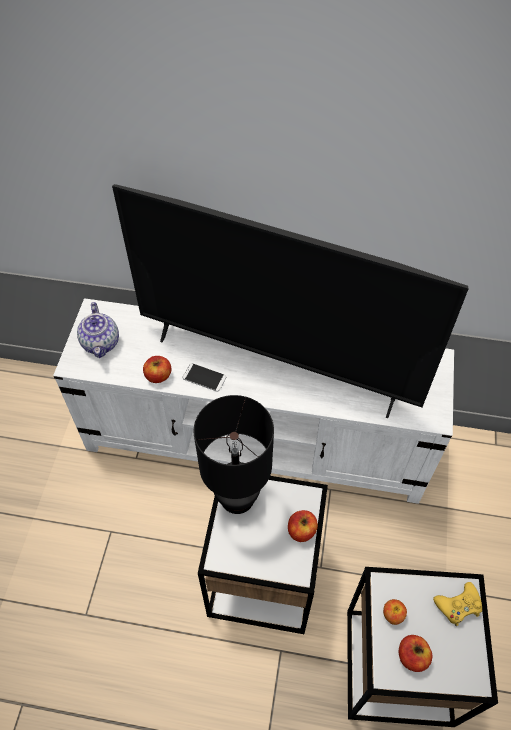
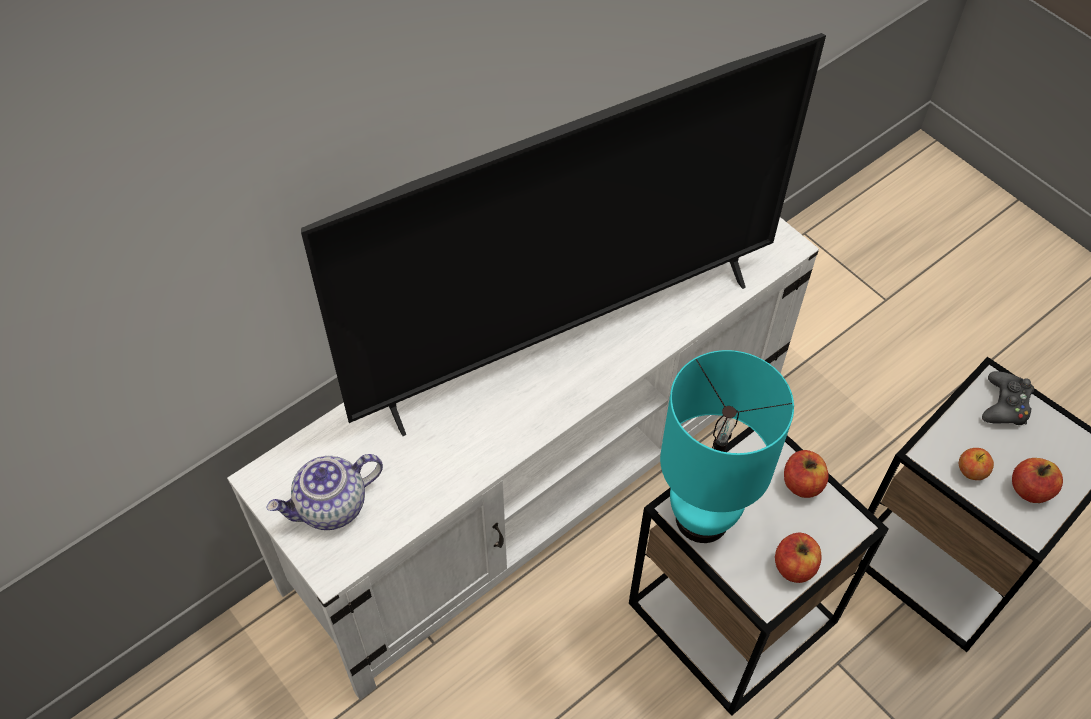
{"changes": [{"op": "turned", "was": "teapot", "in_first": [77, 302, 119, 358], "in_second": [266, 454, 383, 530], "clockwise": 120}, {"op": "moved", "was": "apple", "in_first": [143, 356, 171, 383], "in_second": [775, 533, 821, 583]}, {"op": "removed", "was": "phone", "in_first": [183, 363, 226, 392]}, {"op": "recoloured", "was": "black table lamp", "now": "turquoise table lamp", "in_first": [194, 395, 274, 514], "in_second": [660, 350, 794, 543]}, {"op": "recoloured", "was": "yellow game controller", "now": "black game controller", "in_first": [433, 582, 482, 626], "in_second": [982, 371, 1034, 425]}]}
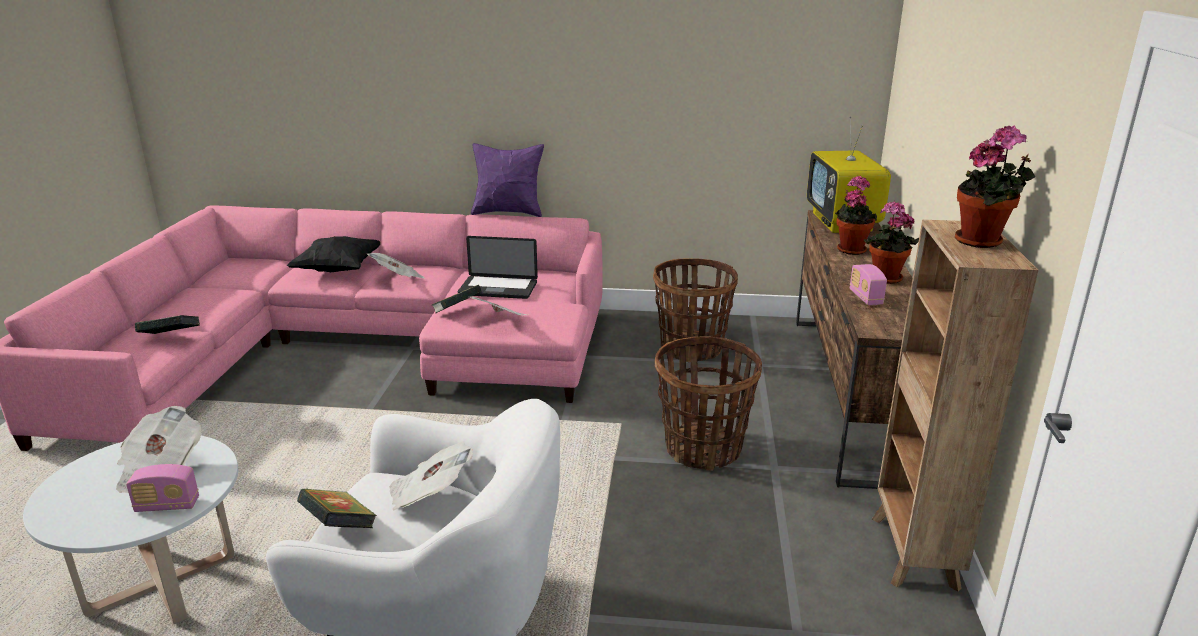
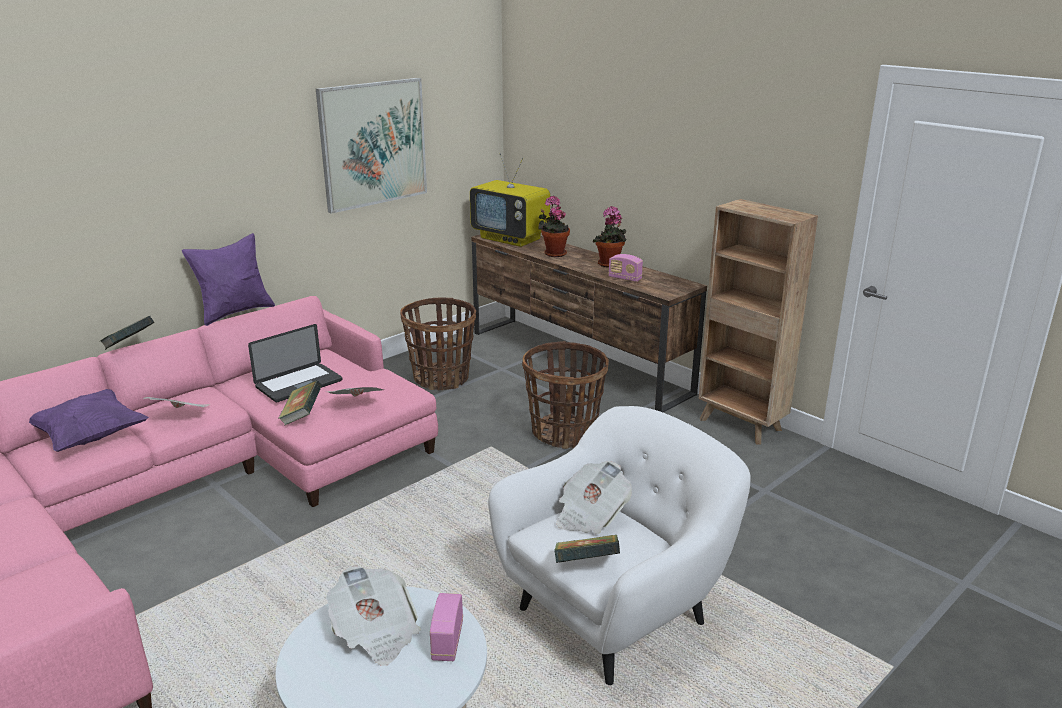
{"changes": [{"op": "removed", "was": "potted plant", "in_first": [955, 126, 1035, 248]}, {"op": "recoloured", "was": "black pillow", "now": "purple pillow", "in_first": [286, 236, 380, 272], "in_second": [29, 389, 149, 452]}, {"op": "moved", "was": "book", "in_first": [135, 315, 200, 334], "in_second": [100, 316, 154, 350]}, {"op": "turned", "was": "radio", "in_first": [126, 464, 199, 512], "in_second": [430, 593, 463, 661], "clockwise": 150}, {"op": "added", "now": "picture", "in_second": [316, 78, 427, 214]}]}
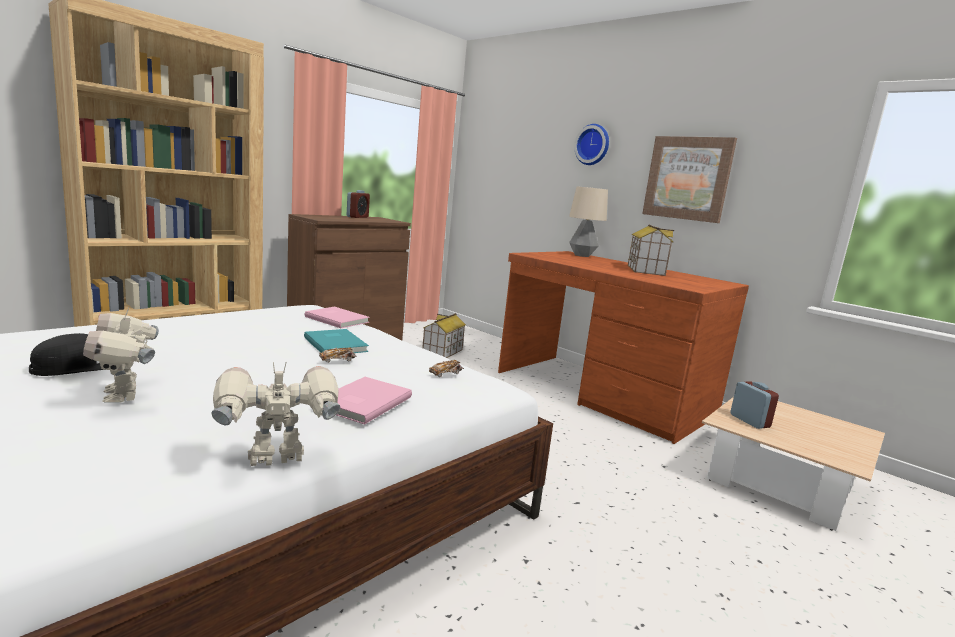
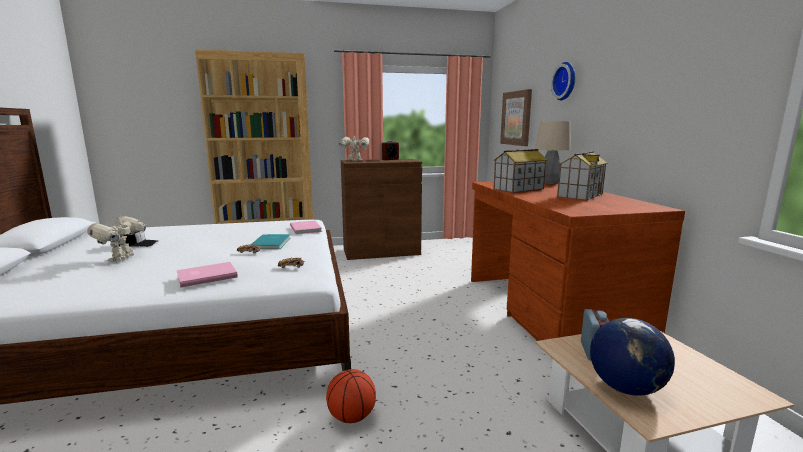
{"changes": [{"op": "moved", "was": "picture", "in_first": [642, 136, 737, 223], "in_second": [500, 89, 532, 146]}, {"op": "moved", "was": "toy house", "in_first": [422, 313, 466, 358], "in_second": [493, 149, 547, 193]}, {"op": "moved", "was": "toy robot", "in_first": [211, 362, 340, 466], "in_second": [339, 133, 370, 161]}, {"op": "added", "now": "globe", "in_second": [590, 318, 675, 396]}, {"op": "added", "now": "basketball", "in_second": [326, 369, 376, 423]}]}
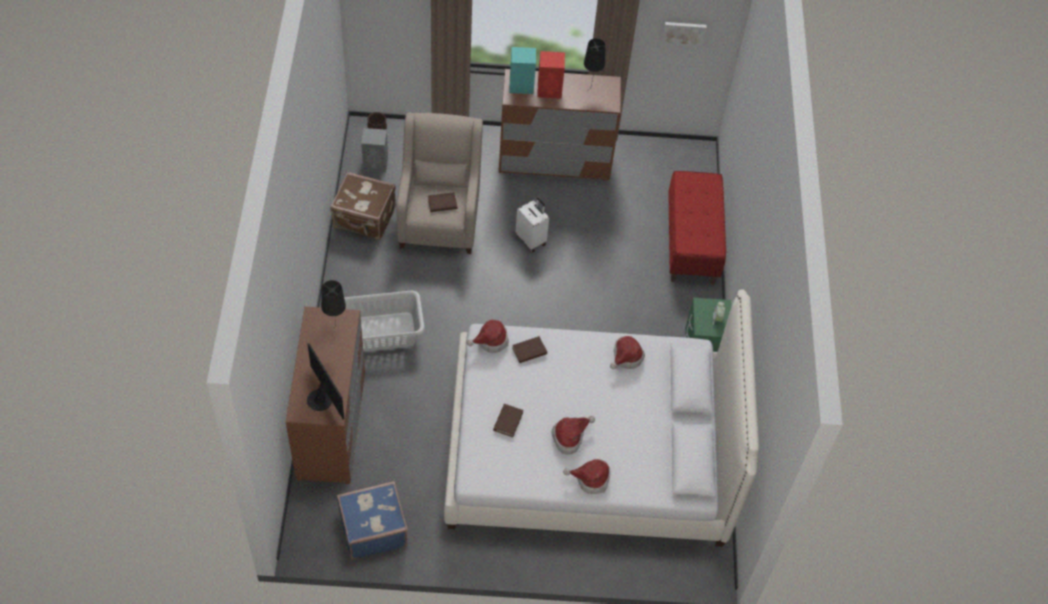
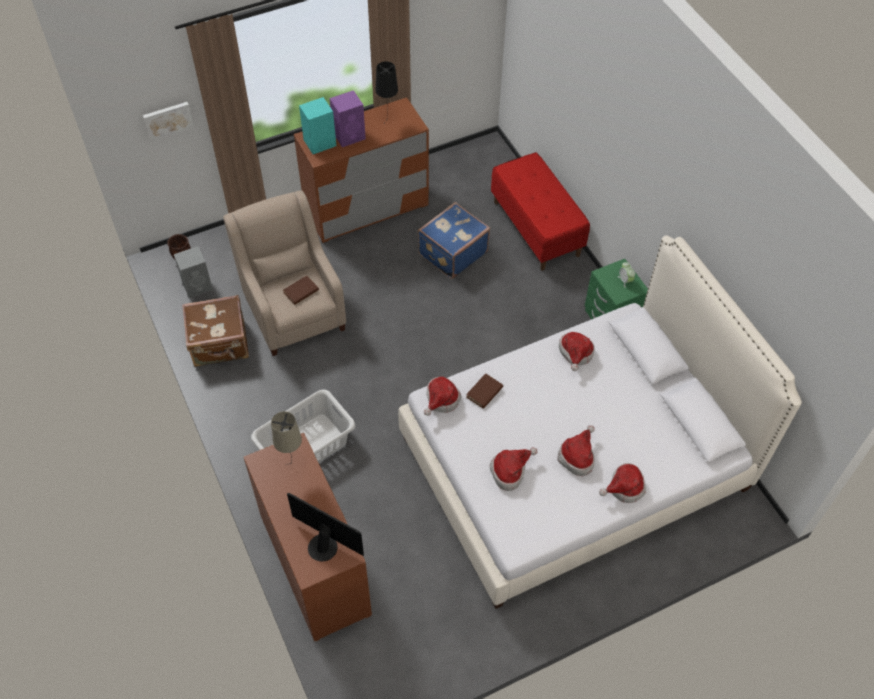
{"changes": [{"op": "moved", "was": "picture", "in_first": [662, 22, 707, 48], "in_second": [143, 102, 194, 141]}, {"op": "recoloured", "was": "red speaker", "now": "purple speaker", "in_first": [537, 51, 565, 99], "in_second": [330, 90, 366, 147]}, {"op": "removed", "was": "white suitcase", "in_first": [516, 198, 549, 252]}, {"op": "recoloured", "was": "black table lamp", "now": "beige table lamp", "in_first": [321, 280, 346, 328], "in_second": [271, 411, 302, 464]}, {"op": "replaced", "was": "brown book", "now": "hat", "in_first": [493, 404, 524, 437], "in_second": [490, 447, 538, 491]}, {"op": "moved", "was": "blue suitcase", "in_first": [337, 481, 408, 560], "in_second": [418, 202, 490, 279]}]}
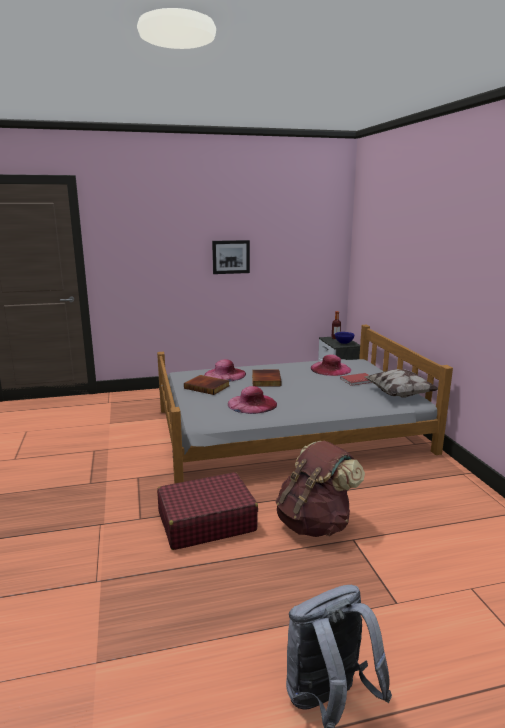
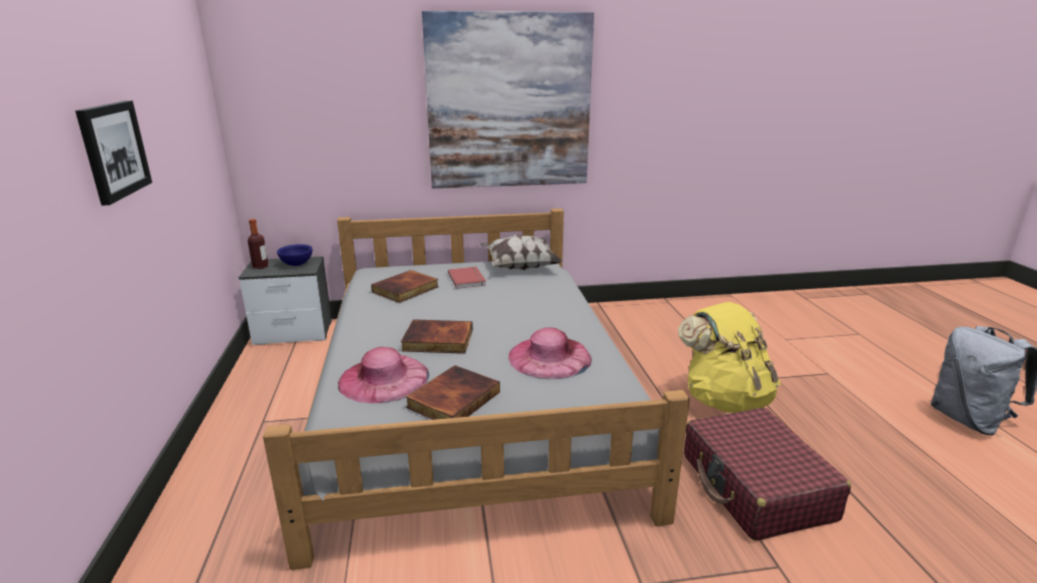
{"changes": [{"op": "replaced", "was": "pink hat", "now": "book", "in_first": [311, 354, 351, 376], "in_second": [371, 270, 439, 303]}, {"op": "recoloured", "was": "brown backpack", "now": "yellow backpack", "in_first": [276, 441, 365, 537], "in_second": [678, 302, 780, 413]}, {"op": "added", "now": "picture", "in_second": [422, 11, 594, 188]}]}
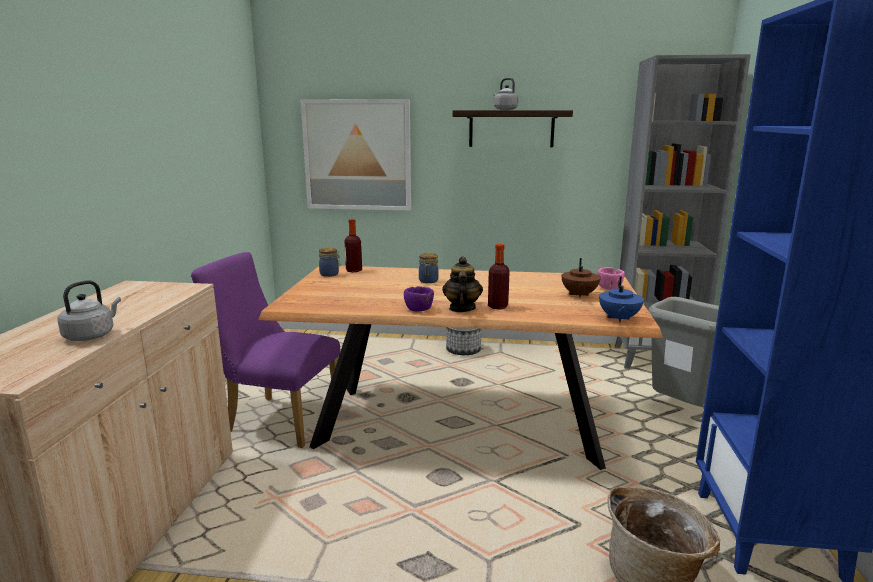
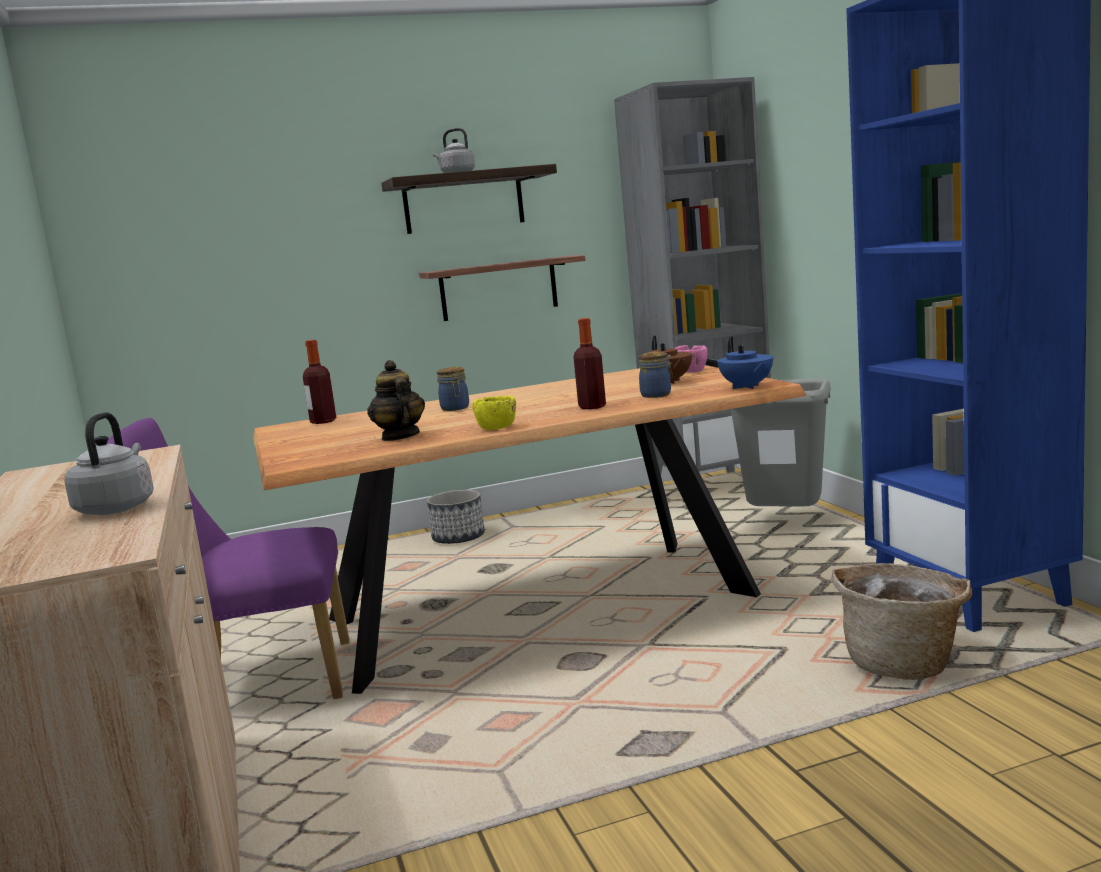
{"changes": [{"op": "removed", "was": "picture", "in_first": [300, 99, 411, 211]}, {"op": "moved", "was": "jar", "in_first": [319, 248, 341, 277], "in_second": [638, 352, 673, 398]}, {"op": "moved", "was": "teapot", "in_first": [442, 257, 483, 312], "in_second": [367, 360, 425, 441]}, {"op": "recoloured", "was": "purple bowl", "now": "yellow bowl", "in_first": [404, 286, 434, 312], "in_second": [472, 395, 516, 430]}, {"op": "added", "now": "shelf", "in_second": [419, 255, 585, 321]}]}
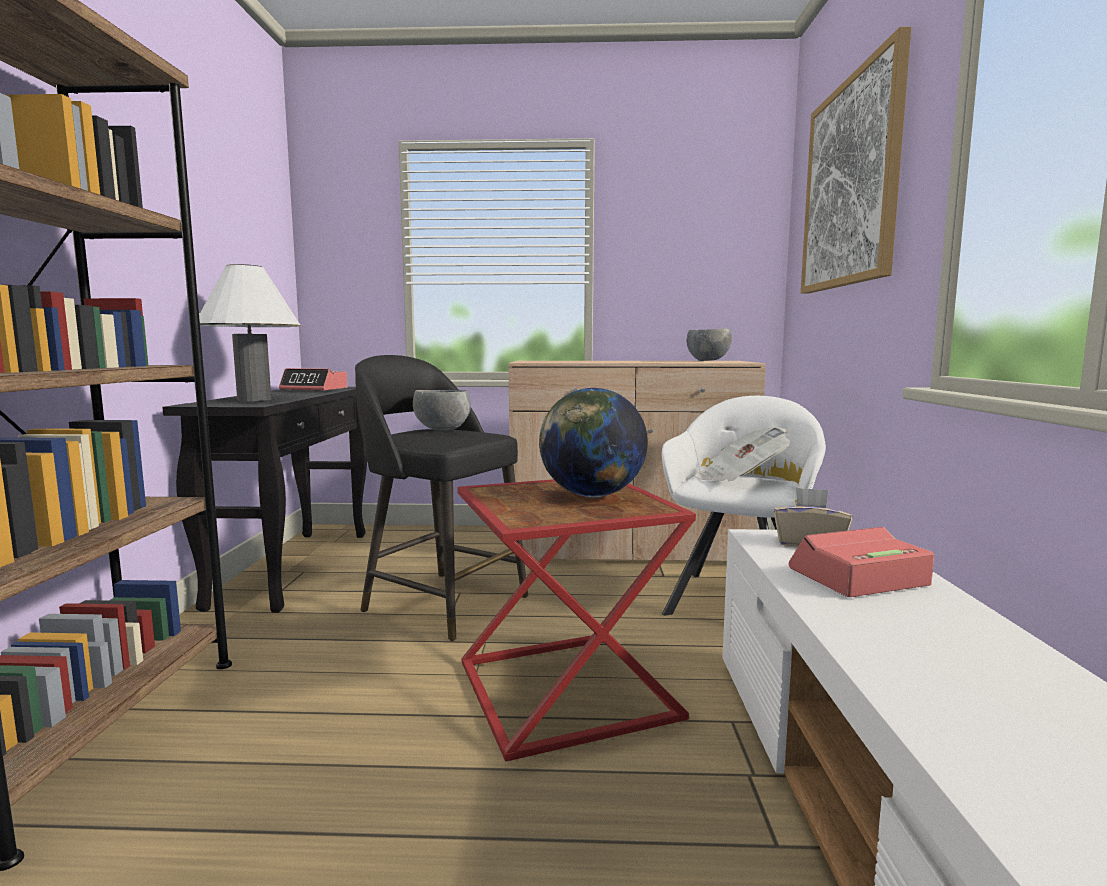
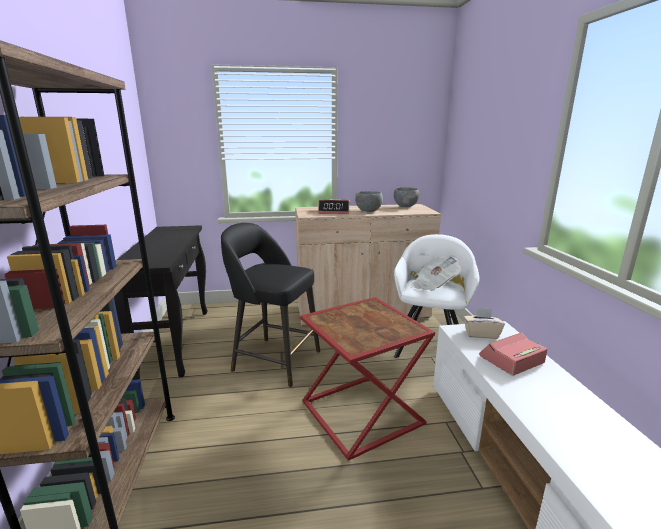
{"changes": [{"op": "removed", "was": "picture", "in_first": [801, 27, 911, 294]}, {"op": "removed", "was": "white table lamp", "in_first": [199, 264, 300, 401]}, {"op": "moved", "was": "alarm clock", "in_first": [279, 368, 347, 391], "in_second": [318, 199, 350, 214]}, {"op": "removed", "was": "globe", "in_first": [539, 388, 648, 498]}, {"op": "moved", "was": "grey bowl", "in_first": [413, 390, 471, 430], "in_second": [355, 191, 383, 212]}]}
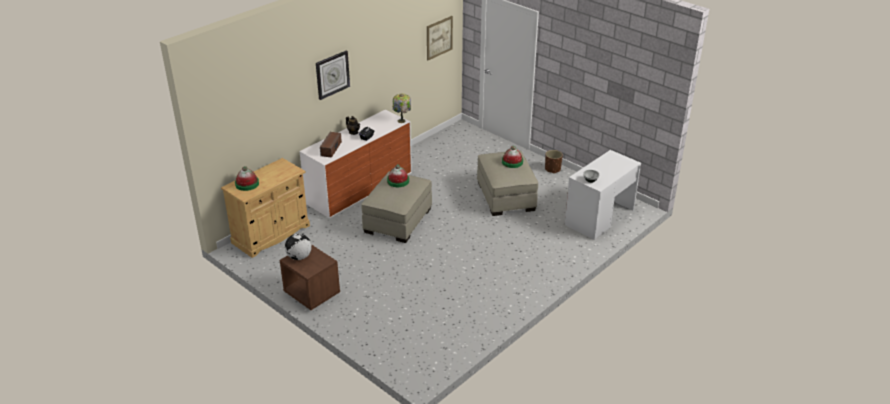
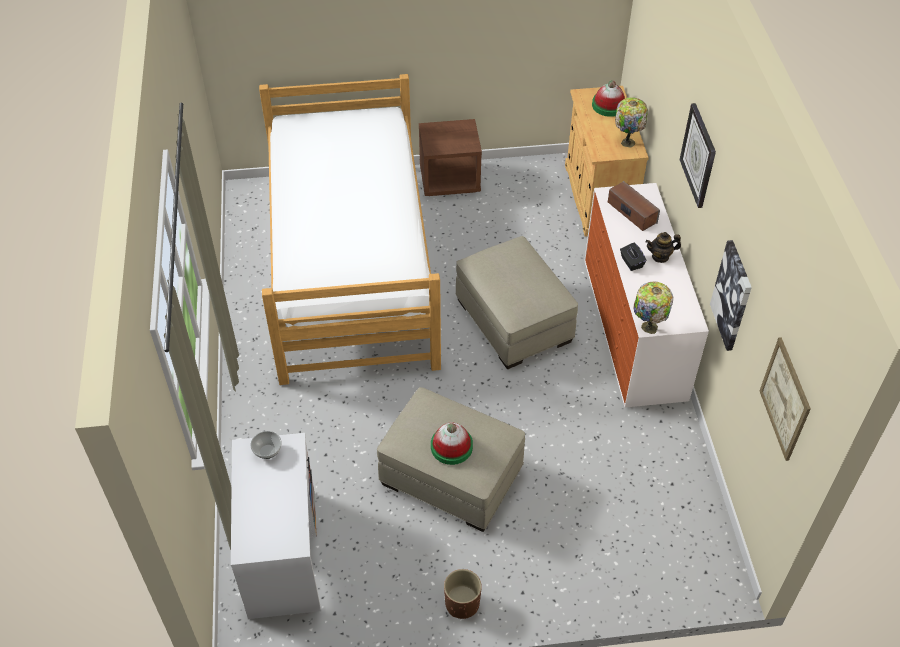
{"changes": [{"op": "removed", "was": "hat", "in_first": [387, 164, 409, 187]}, {"op": "removed", "was": "globe", "in_first": [285, 234, 312, 260]}, {"op": "added", "now": "bed", "in_second": [259, 74, 441, 385]}, {"op": "added", "now": "table lamp", "in_second": [615, 97, 648, 147]}, {"op": "added", "now": "picture", "in_second": [710, 240, 752, 351]}]}
